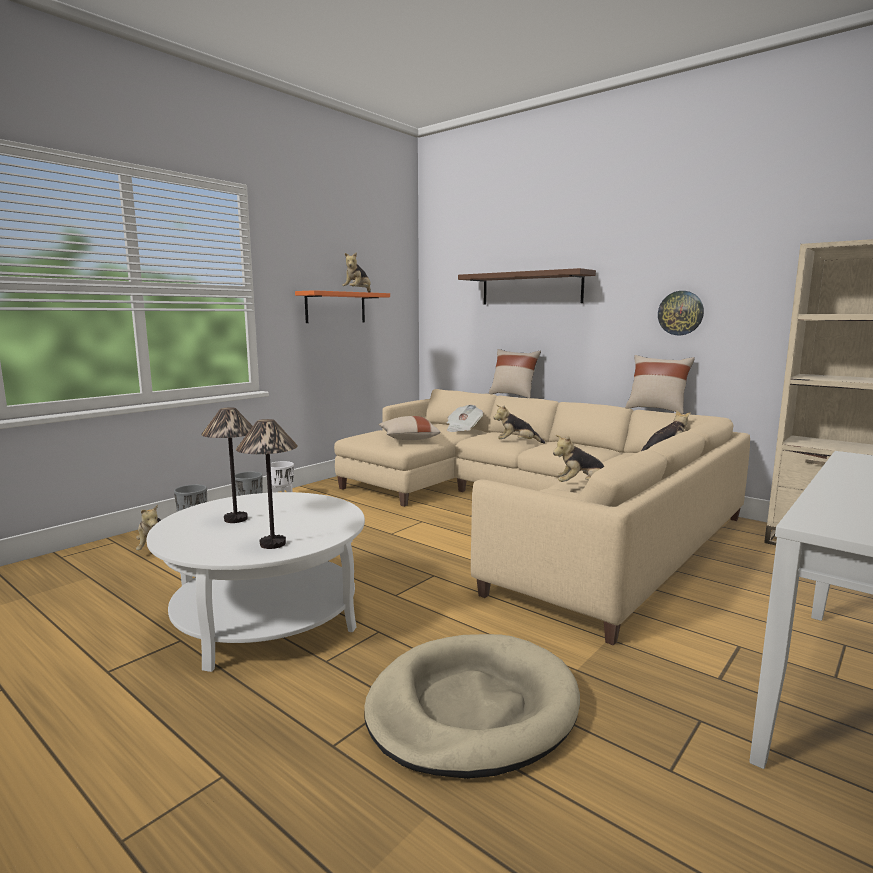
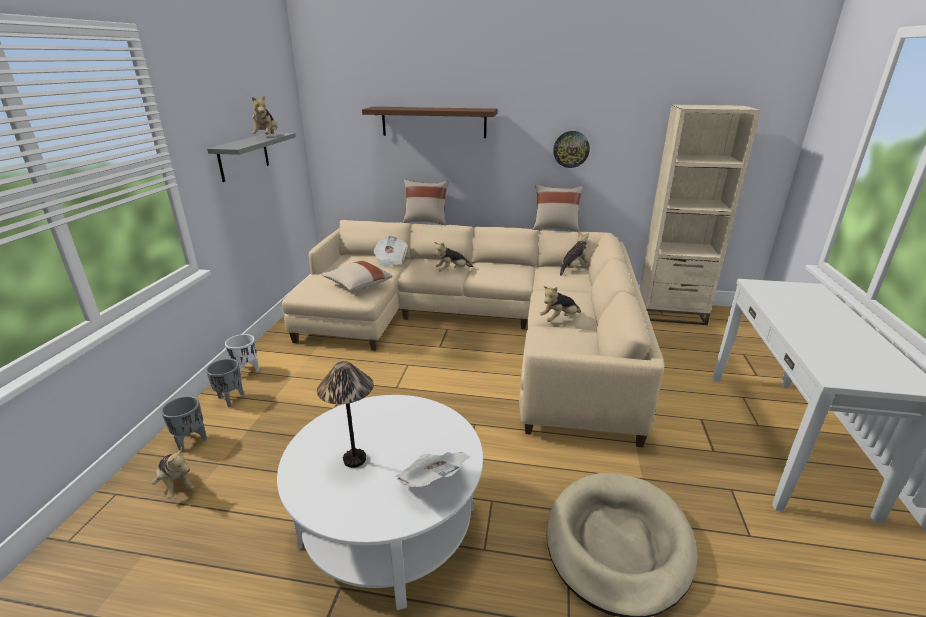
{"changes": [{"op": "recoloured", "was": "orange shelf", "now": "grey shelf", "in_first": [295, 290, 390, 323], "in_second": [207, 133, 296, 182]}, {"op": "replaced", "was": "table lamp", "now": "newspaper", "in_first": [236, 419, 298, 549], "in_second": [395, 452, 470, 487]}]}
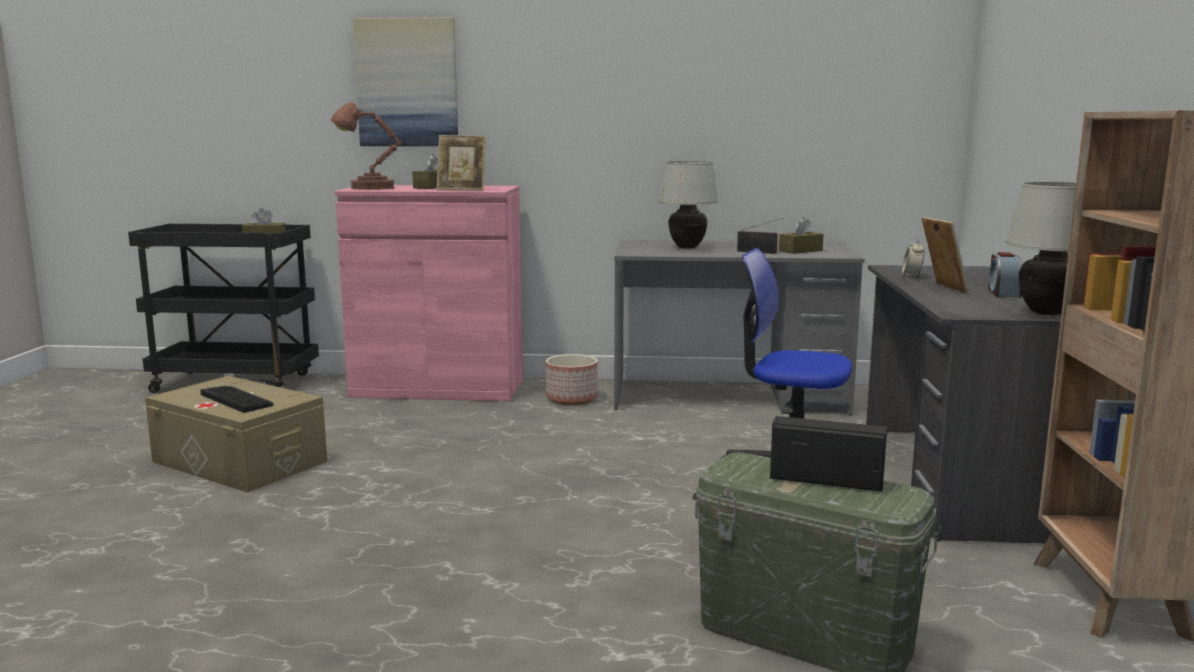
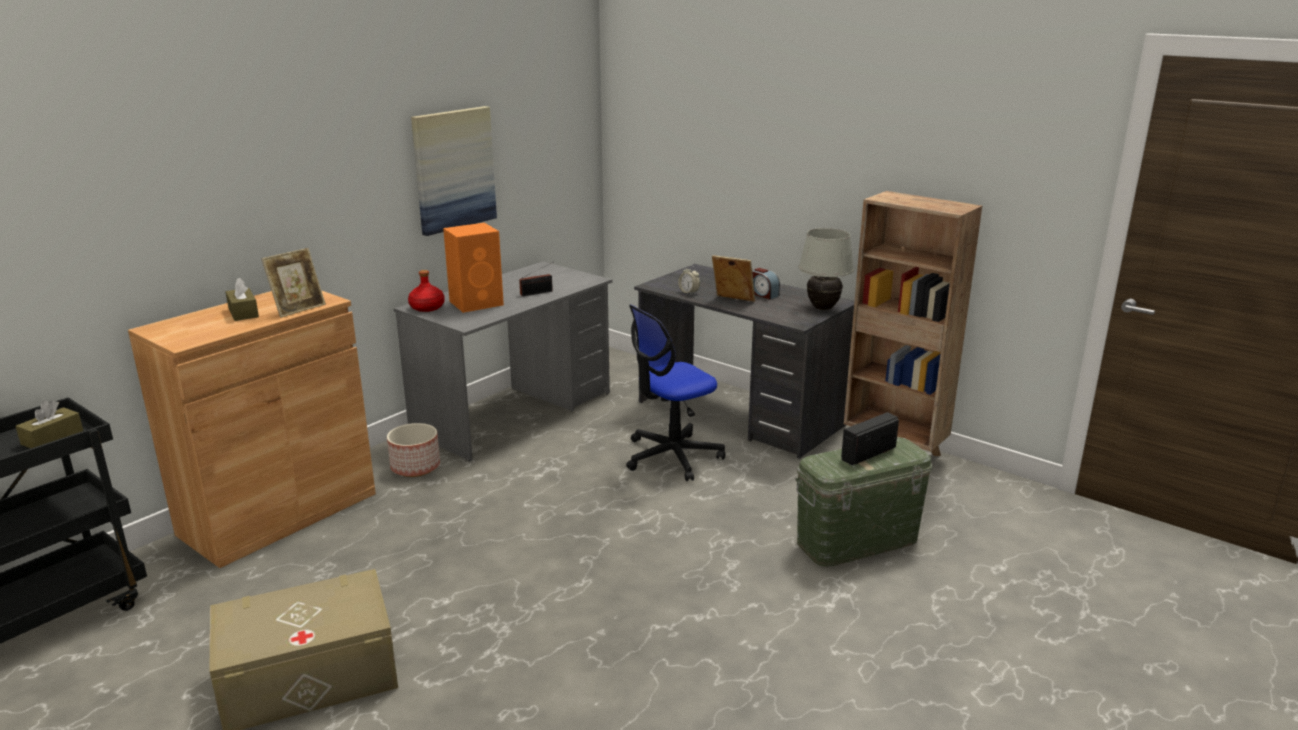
{"changes": [{"op": "moved", "was": "picture", "in_first": [353, 17, 458, 146], "in_second": [411, 106, 497, 236]}, {"op": "removed", "was": "brown table lamp", "in_first": [331, 102, 401, 190]}, {"op": "replaced", "was": "white table lamp", "now": "orange speaker", "in_first": [658, 161, 719, 248], "in_second": [443, 223, 504, 313]}, {"op": "recoloured", "was": "pink cabinet", "now": "brown cabinet", "in_first": [335, 185, 523, 401], "in_second": [128, 290, 376, 568]}, {"op": "removed", "was": "brown tissue box", "in_first": [779, 217, 823, 254]}, {"op": "removed", "was": "keyboard", "in_first": [200, 386, 274, 413]}, {"op": "added", "now": "red bottle", "in_second": [408, 270, 445, 312]}]}
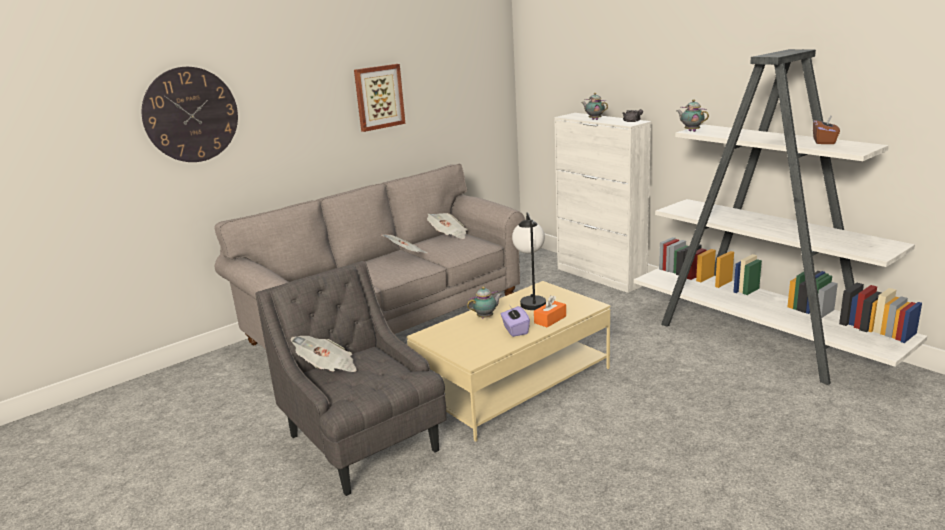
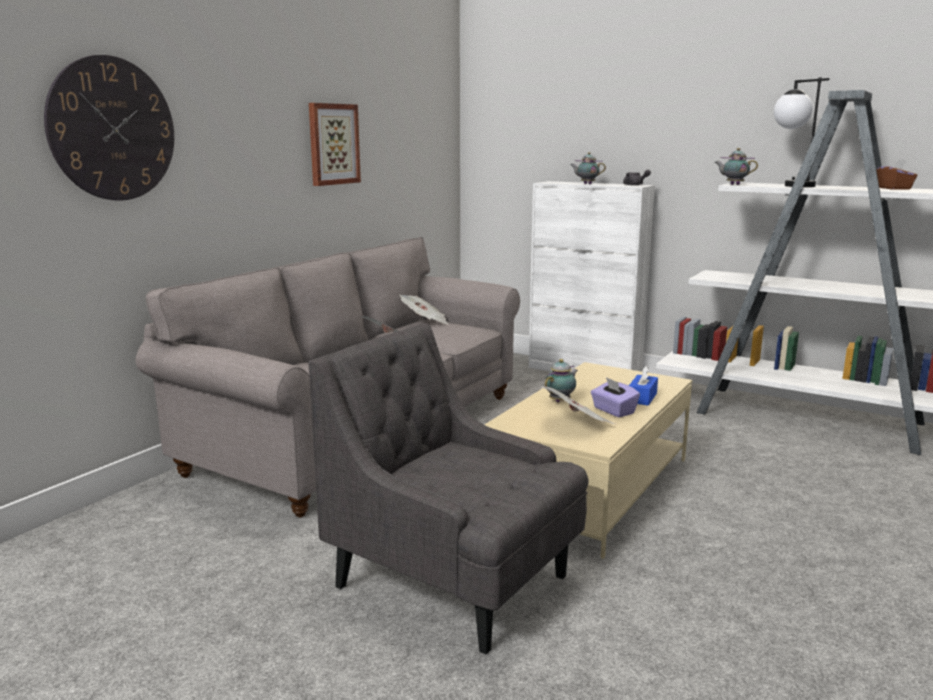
{"changes": [{"op": "moved", "was": "table lamp", "in_first": [512, 212, 546, 310], "in_second": [774, 77, 829, 187]}, {"op": "recoloured", "was": "orange tissue box", "now": "blue tissue box", "in_first": [534, 295, 566, 328], "in_second": [629, 365, 658, 406]}, {"op": "moved", "was": "newspaper", "in_first": [291, 336, 357, 372], "in_second": [540, 386, 615, 424]}]}
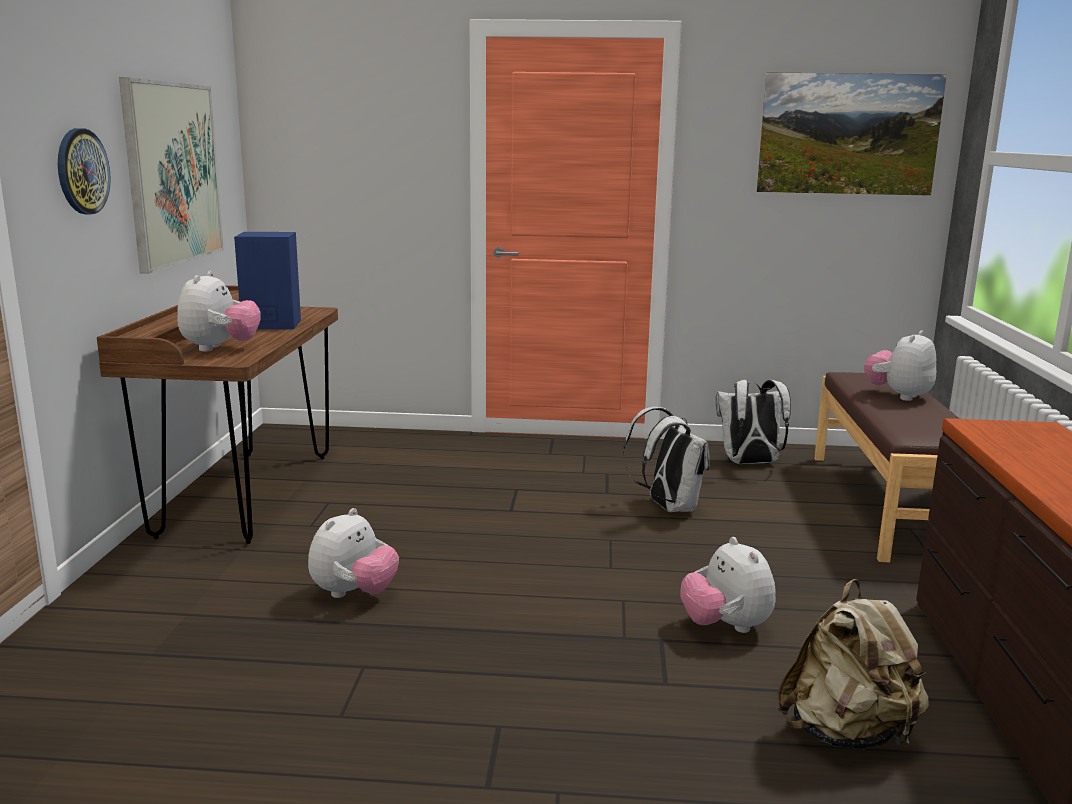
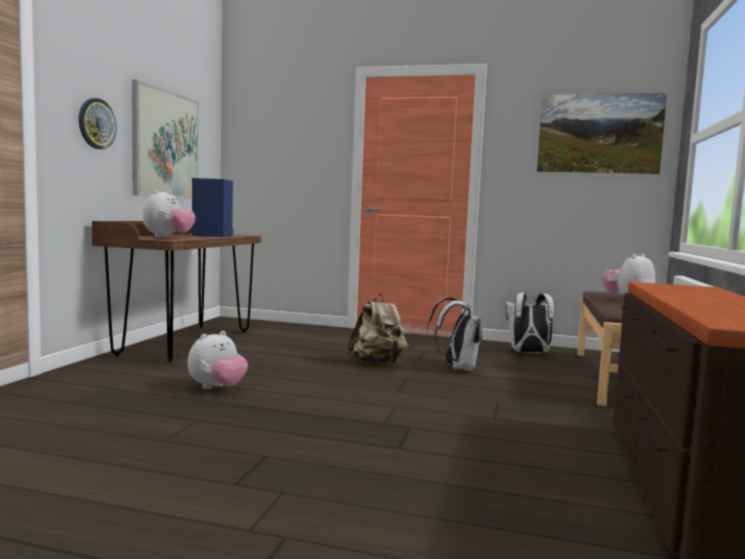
{"changes": [{"op": "removed", "was": "plush toy", "in_first": [681, 537, 776, 633]}, {"op": "moved", "was": "beige backpack", "in_first": [777, 579, 929, 749], "in_second": [348, 294, 407, 364]}]}
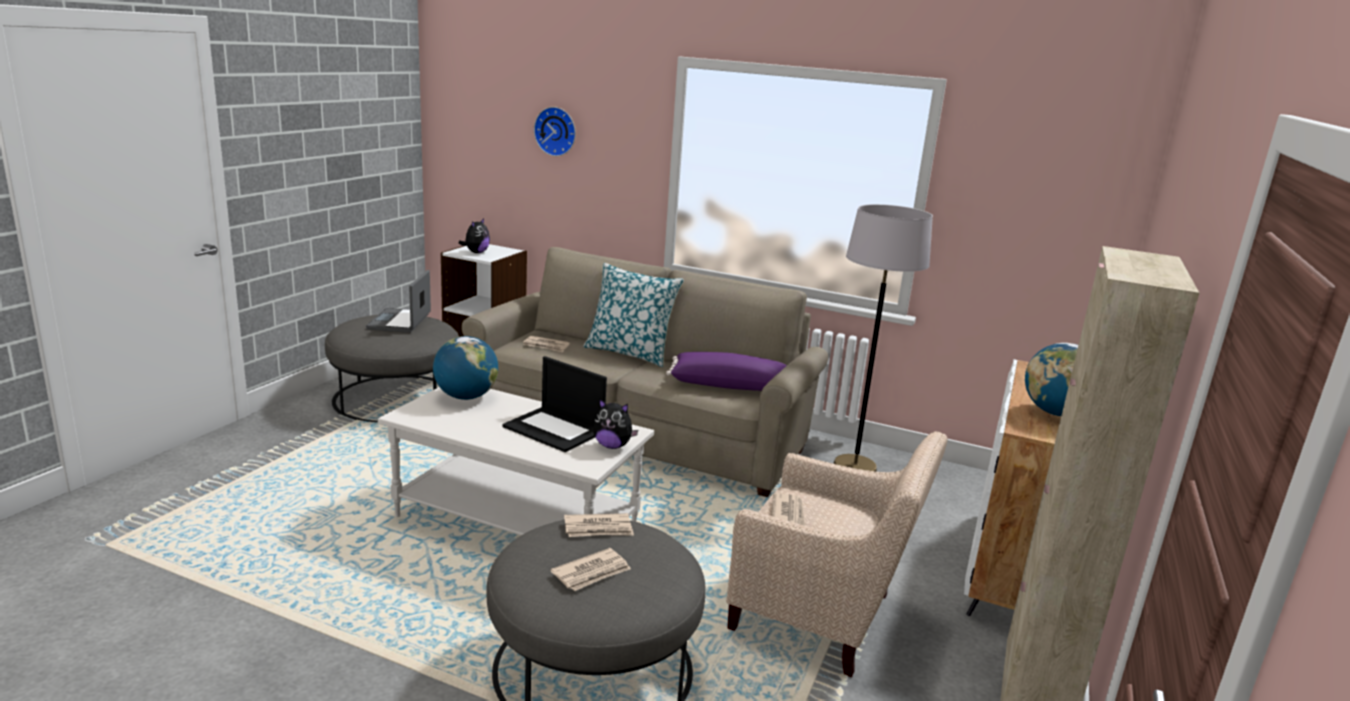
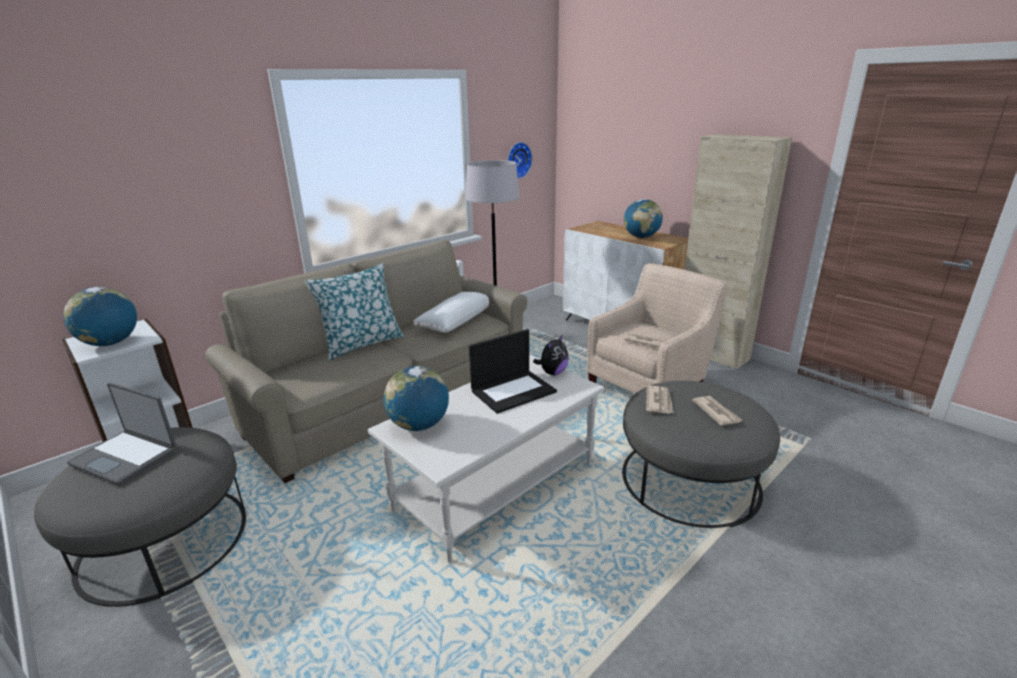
{"changes": [{"op": "moved", "was": "wall clock", "in_first": [534, 107, 576, 156], "in_second": [508, 142, 532, 178]}, {"op": "replaced", "was": "plush toy", "now": "globe", "in_first": [459, 218, 490, 253], "in_second": [63, 287, 137, 346]}, {"op": "removed", "was": "newspaper", "in_first": [523, 336, 569, 352]}, {"op": "recoloured", "was": "purple pillow", "now": "white pillow", "in_first": [666, 352, 787, 391], "in_second": [413, 292, 489, 333]}]}
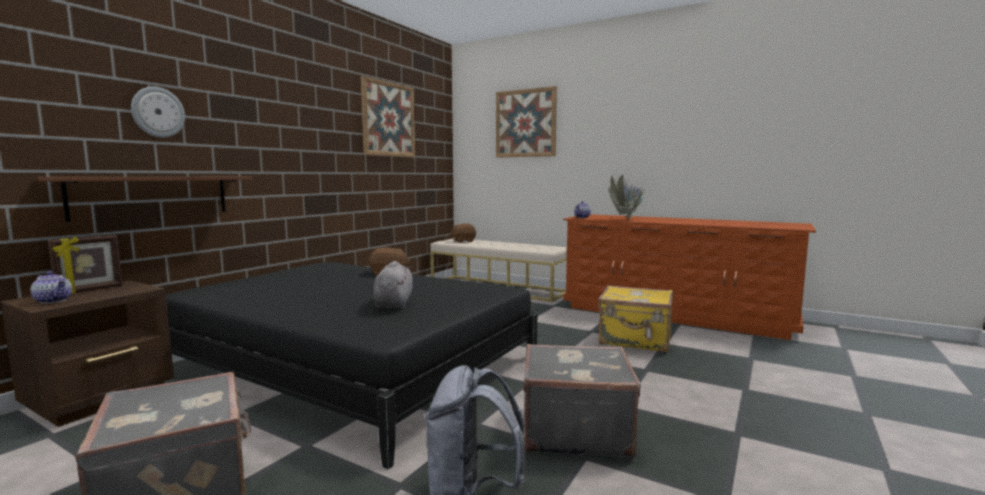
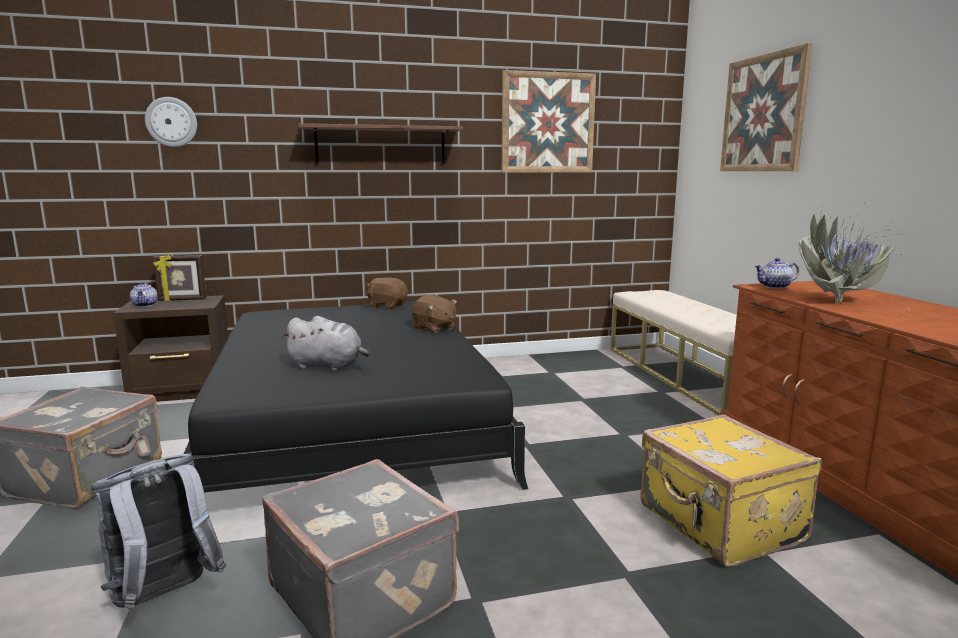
{"changes": [{"op": "moved", "was": "wall clock", "in_first": [131, 87, 185, 138], "in_second": [145, 97, 197, 147]}, {"op": "moved", "was": "brown shelf", "in_first": [38, 177, 252, 222], "in_second": [299, 123, 463, 164]}, {"op": "moved", "was": "brown plush toy", "in_first": [450, 224, 476, 243], "in_second": [367, 277, 408, 309]}, {"op": "turned", "was": "grey plush toy", "in_first": [373, 261, 413, 309], "in_second": [281, 316, 370, 371], "clockwise": 60}]}
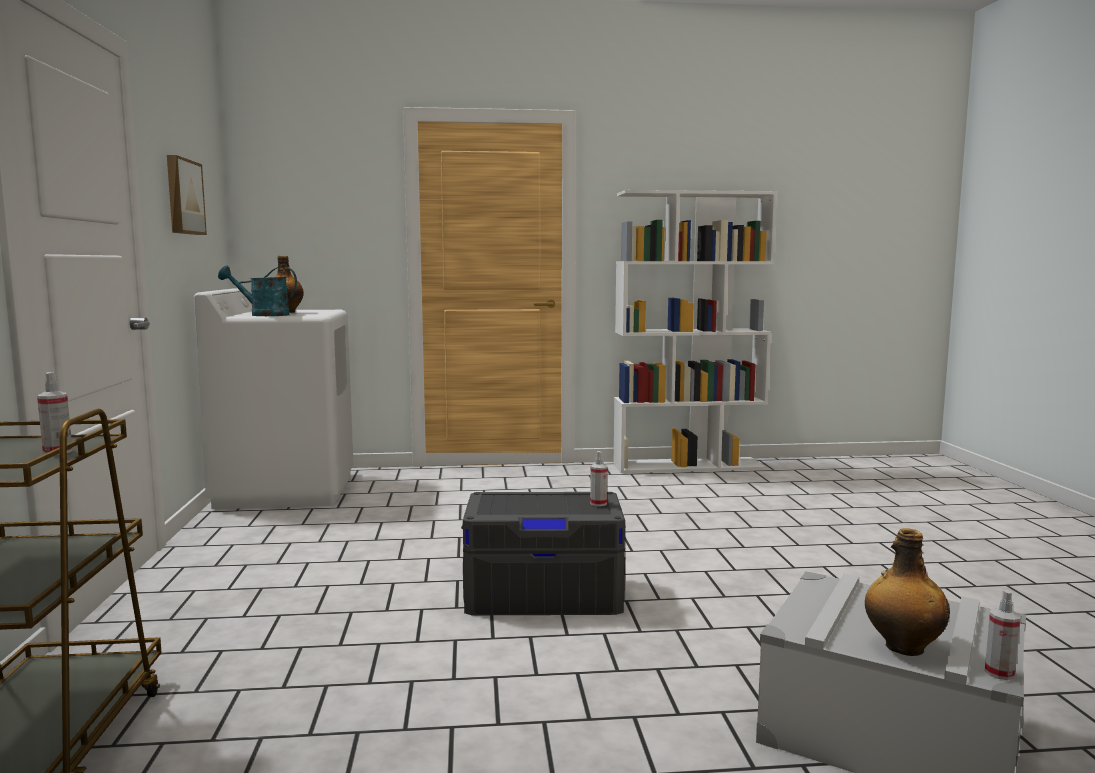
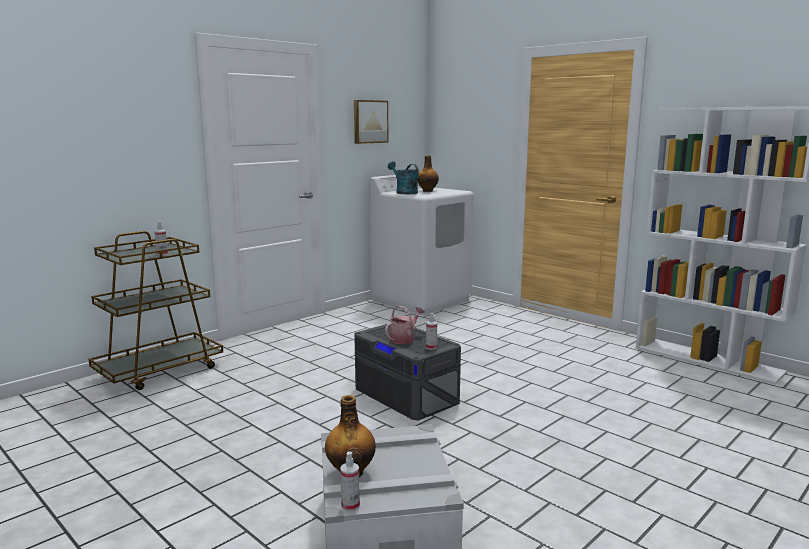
{"changes": [{"op": "added", "now": "watering can", "in_second": [385, 306, 425, 344]}]}
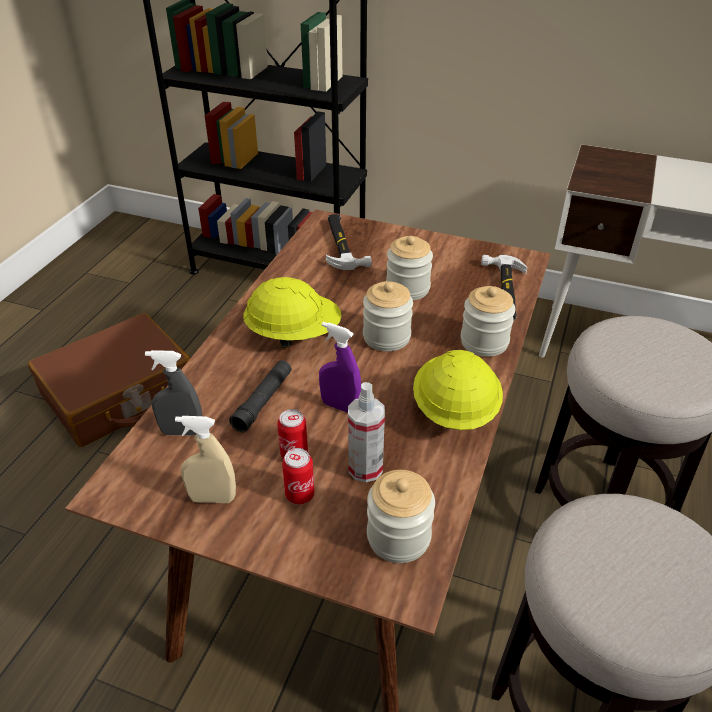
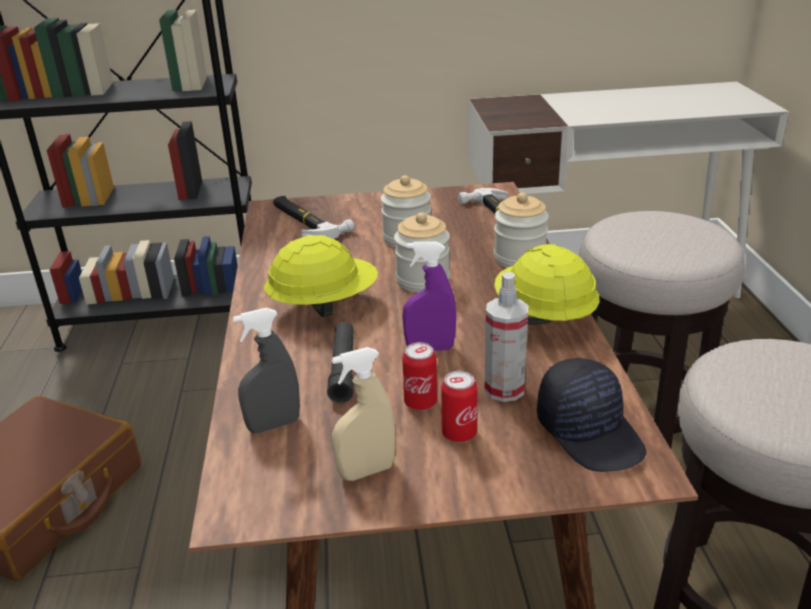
{"changes": [{"op": "replaced", "was": "jar", "now": "black cap", "in_first": [367, 470, 435, 563], "in_second": [537, 358, 647, 472]}]}
